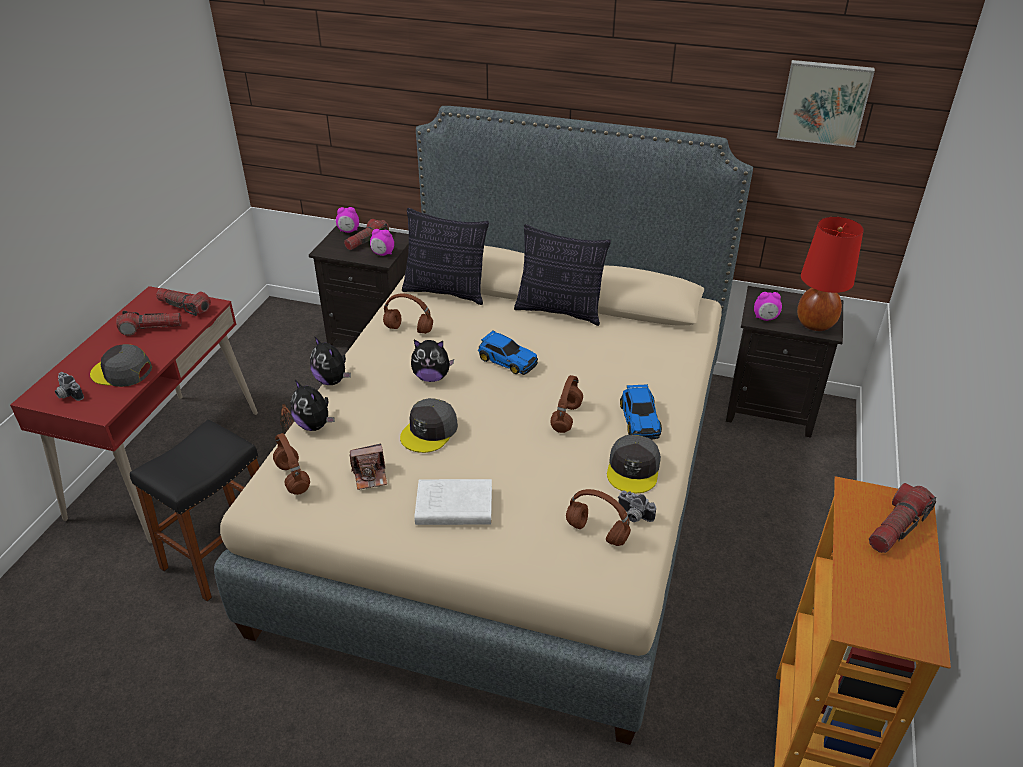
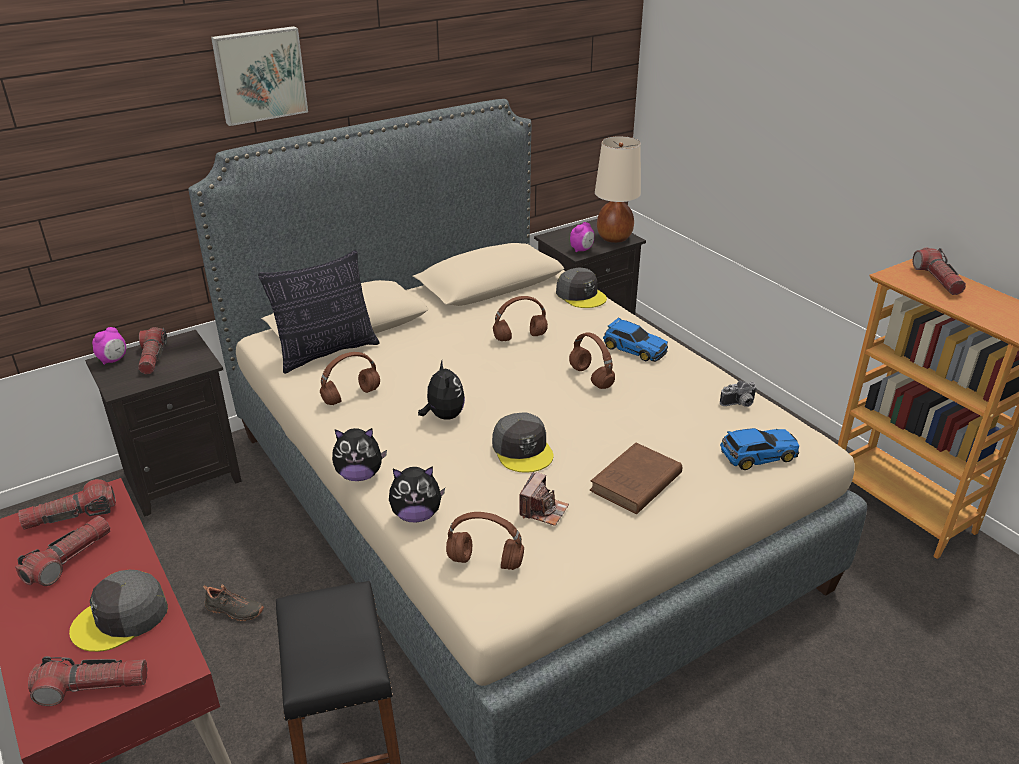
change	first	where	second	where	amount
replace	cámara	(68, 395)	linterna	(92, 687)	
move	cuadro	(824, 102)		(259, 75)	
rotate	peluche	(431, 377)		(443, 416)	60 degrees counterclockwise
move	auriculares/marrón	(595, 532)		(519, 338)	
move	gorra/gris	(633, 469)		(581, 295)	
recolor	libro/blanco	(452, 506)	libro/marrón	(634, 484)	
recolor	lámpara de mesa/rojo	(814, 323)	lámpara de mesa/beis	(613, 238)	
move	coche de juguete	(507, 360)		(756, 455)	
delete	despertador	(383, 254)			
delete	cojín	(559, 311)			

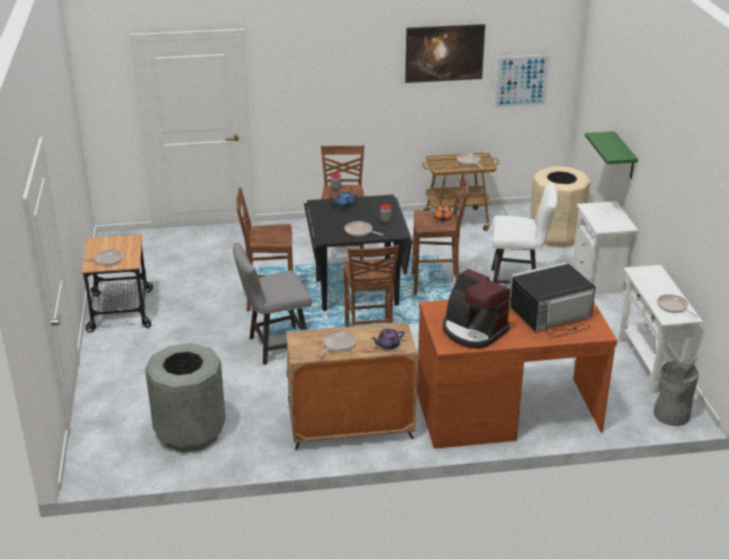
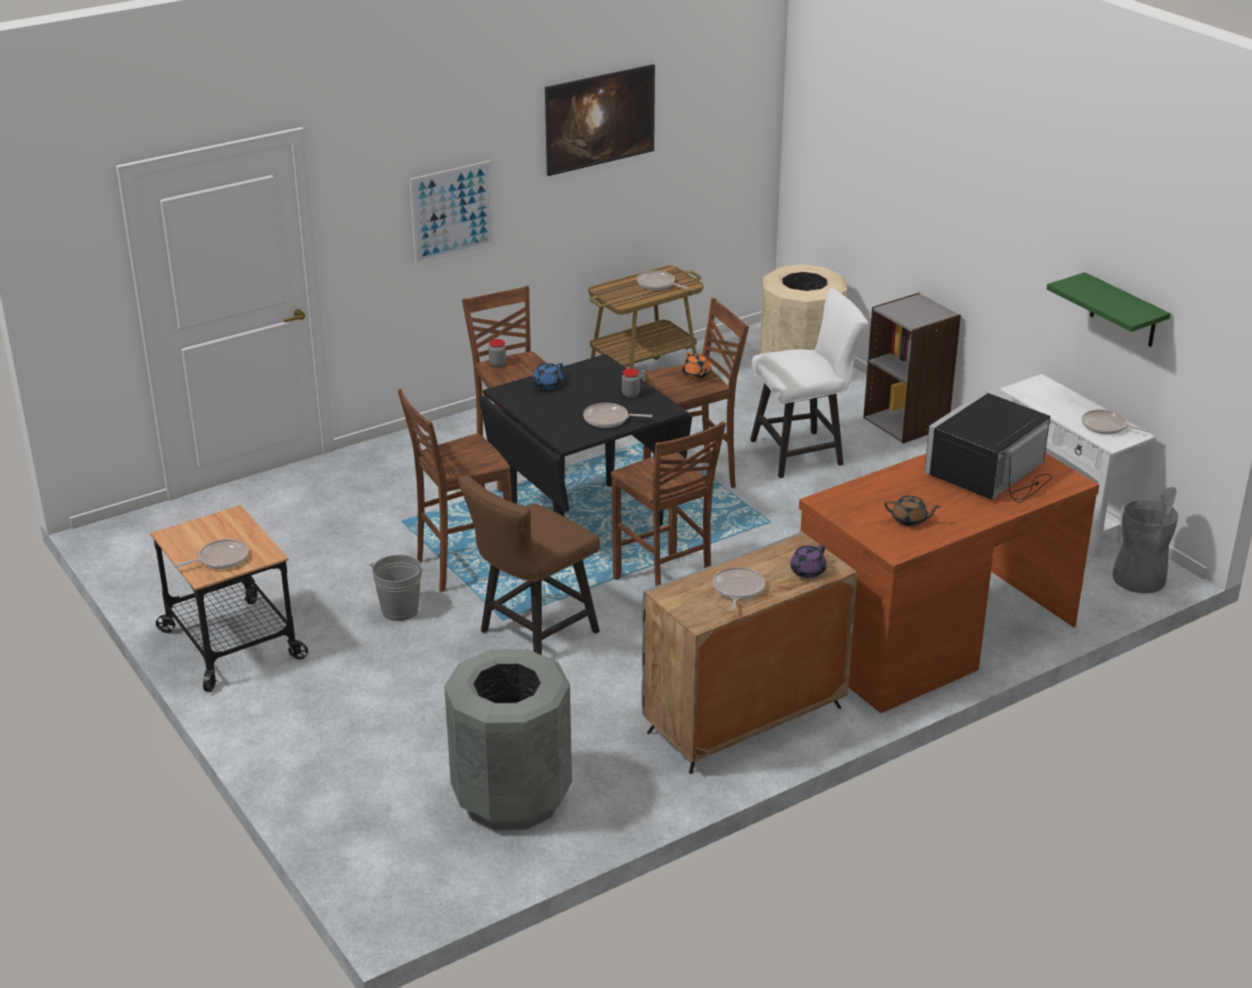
change	first	where	second	where	amount
insert			cubo/gris	(399, 610)	
move	cuadro	(521, 81)		(452, 212)	
recolor	silla/gris	(275, 347)	silla/marrón	(532, 634)	
replace	mesita de noche/blanco	(599, 280)	estantería/gris	(906, 422)	
replace	cafetera	(473, 331)	tetera/marrón	(910, 520)	
move	estante/verde	(624, 156)		(1123, 311)	

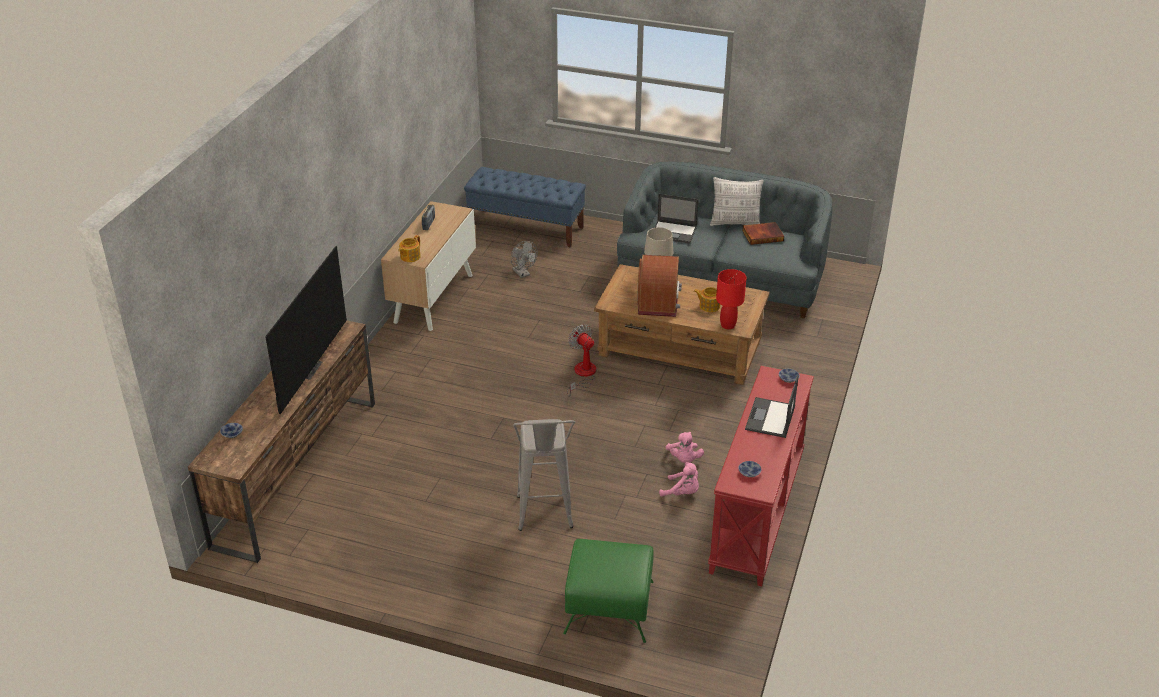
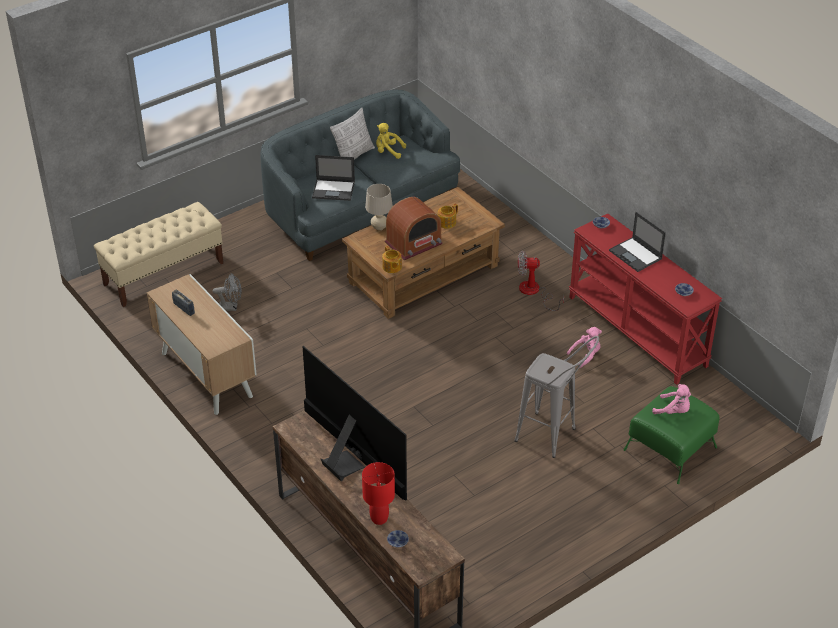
change	first	where	second	where	amount
recolor	banco/azul	(526, 228)	banco/beis	(164, 273)	
rotate	portátil	(674, 232)		(334, 190)	45 degrees clockwise
move	lámpara de mesa/rojo	(728, 325)		(379, 518)	
replace	libro	(762, 235)	peluche/amarillo	(388, 151)	
move	tetera	(409, 257)		(392, 267)	
rotate	radio	(658, 301)		(414, 243)	105 degrees clockwise
move	ventilador	(582, 375)		(534, 292)	
move	peluche/rosa	(684, 459)		(673, 411)	

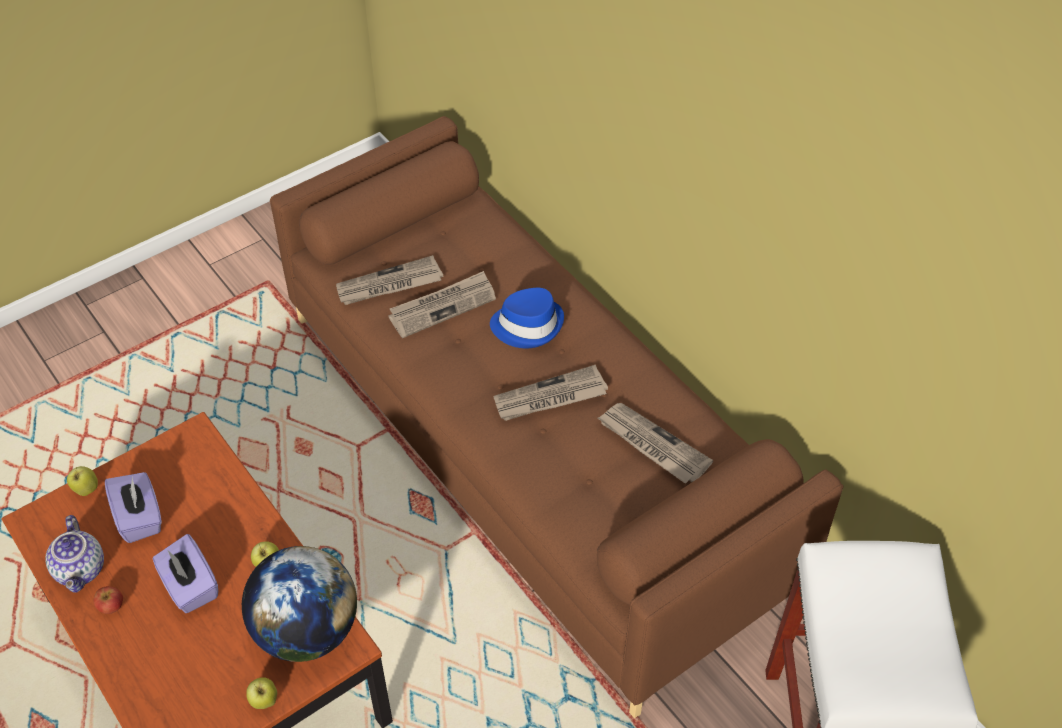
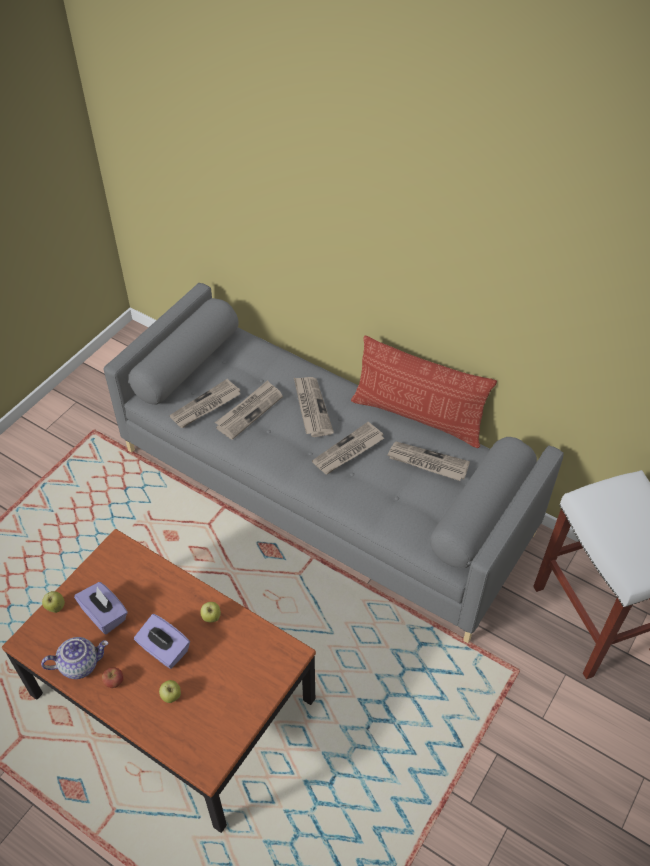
change	first	where	second	where	amount
rotate	tetera	(82, 570)		(80, 664)	75 degrees counterclockwise
recolor	sofá/marrón	(533, 448)	sofá/gris	(326, 490)	
move	manzana	(264, 701)		(171, 697)	
replace	sombrero/azul	(527, 324)	periódico	(311, 407)	
insert			cojín	(417, 417)	
delete	globo terráqueo	(307, 631)			

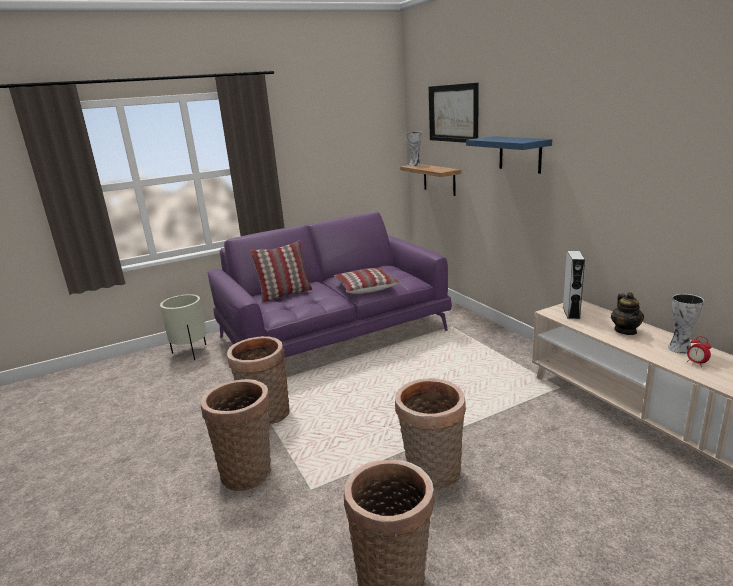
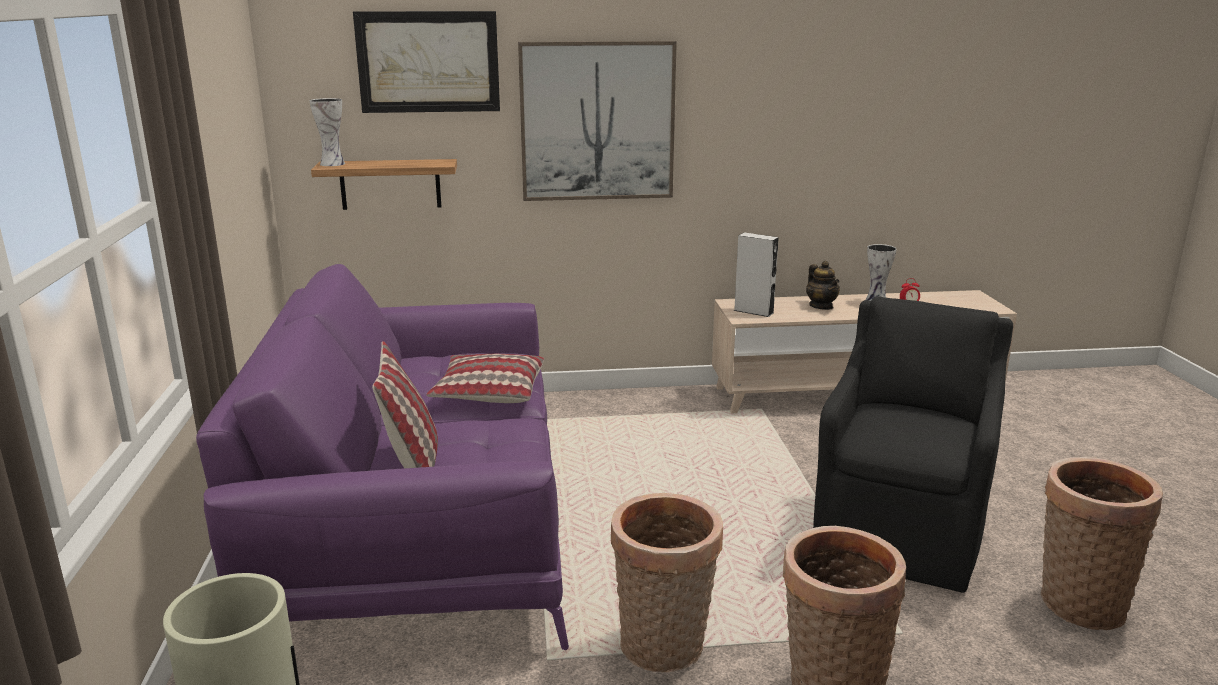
change	first	where	second	where	amount
replace	estante/azul	(520, 154)	cuadro	(597, 121)	
rotate	tetera	(625, 330)		(821, 306)	45 degrees clockwise
replace	cesta	(432, 475)	sillón/negro	(900, 532)	

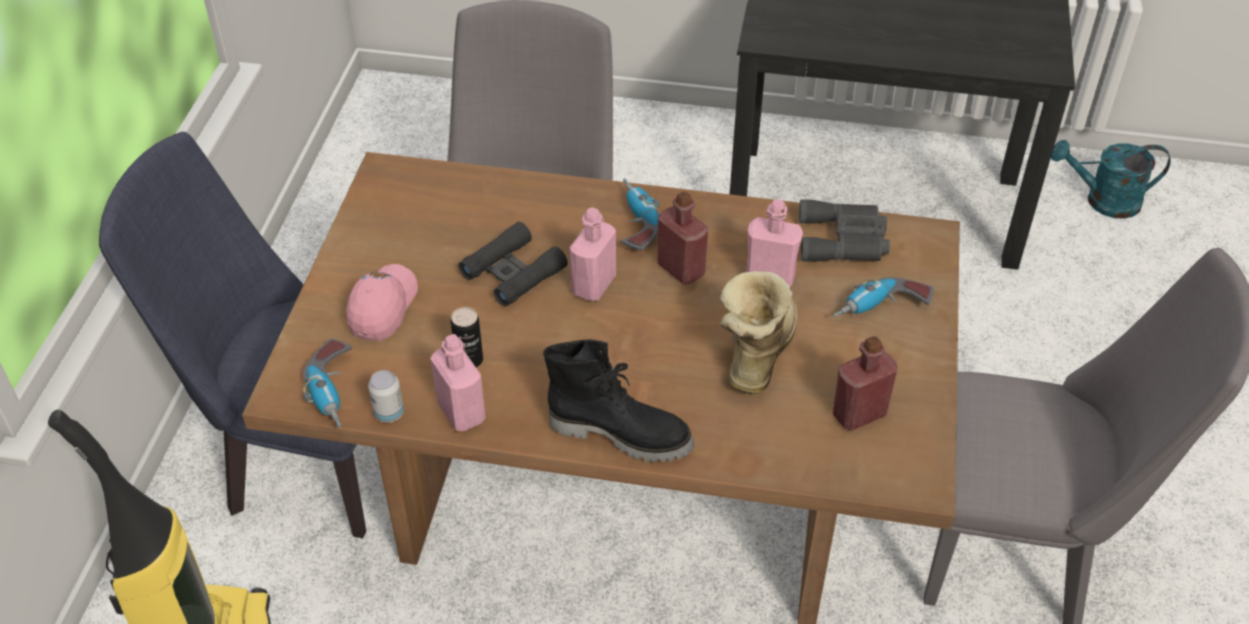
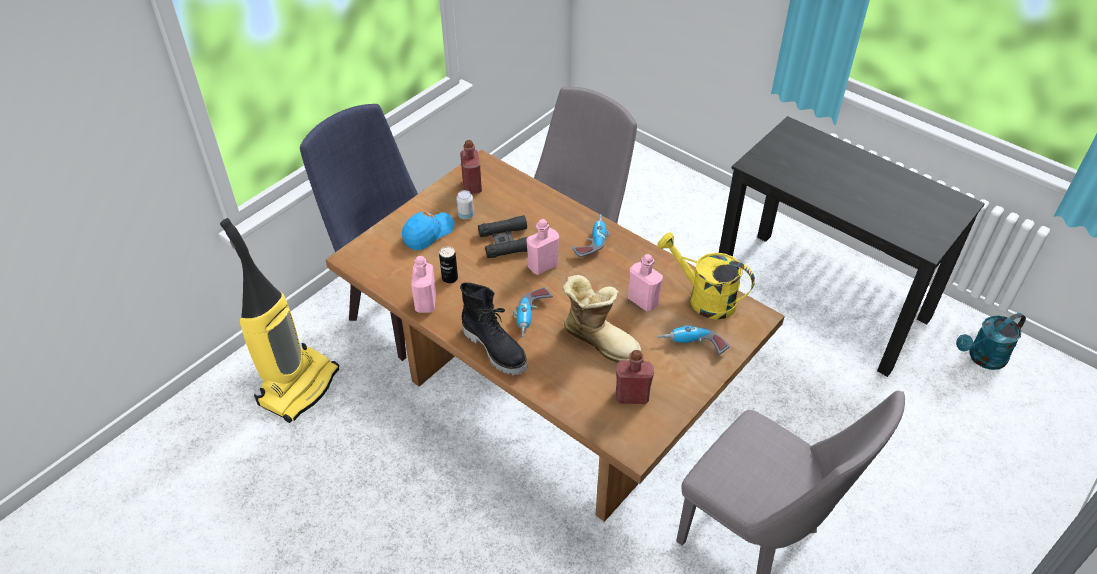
change	first	where	second	where	amount
recolor	gorra/rosa	(382, 307)	gorra/azul	(428, 234)	
move	lata	(389, 413)		(466, 215)	
move	botella/rojo	(681, 269)		(472, 186)	
move	taladro	(335, 392)		(532, 317)	
rotate	bota	(755, 354)		(600, 339)	75 degrees clockwise
replace	prismáticos/gris	(845, 240)	regadera/amarillo	(704, 298)	
rotate	regadera/turquesa	(1103, 201)		(982, 358)	60 degrees counterclockwise

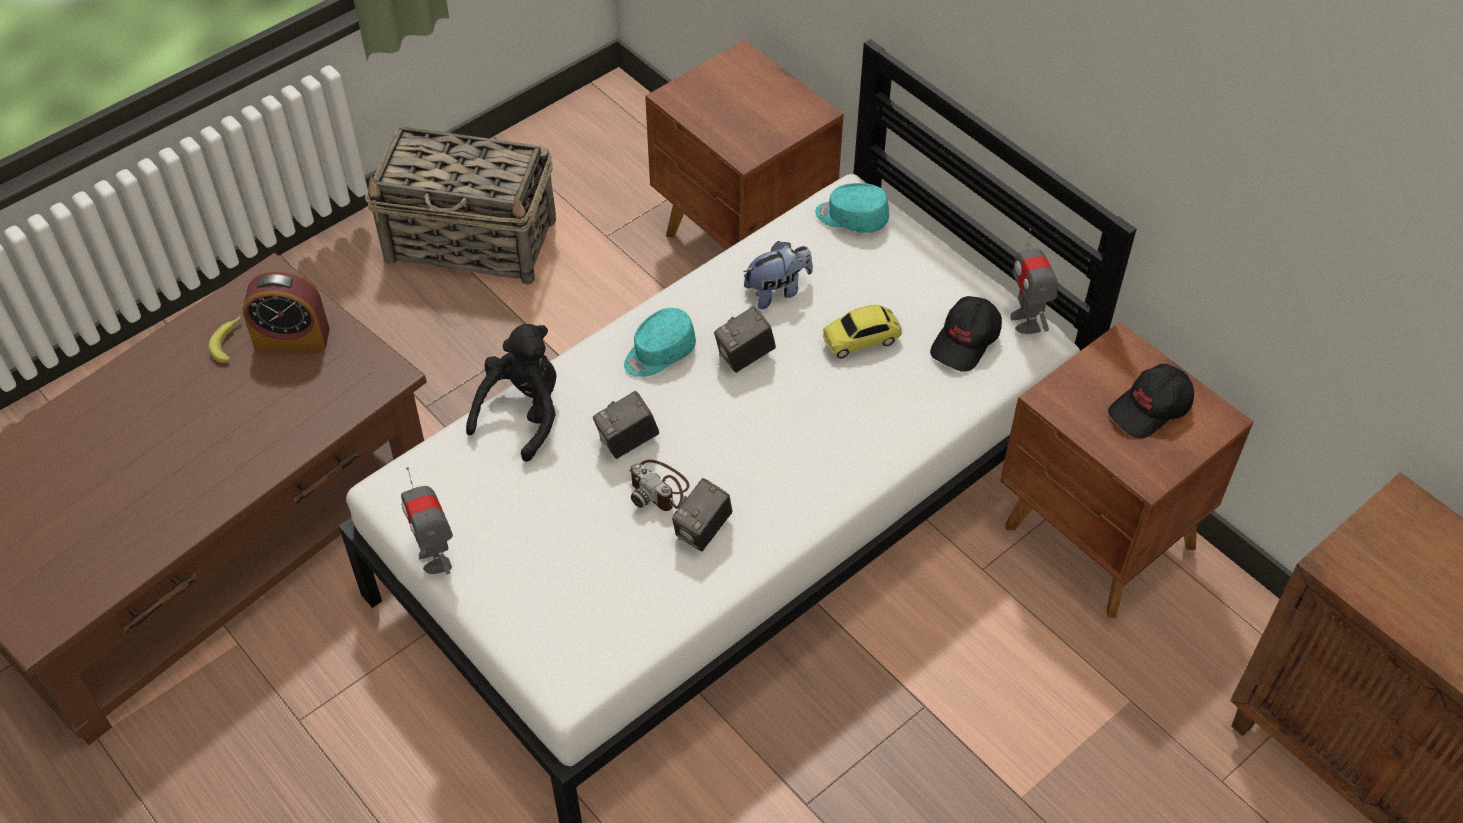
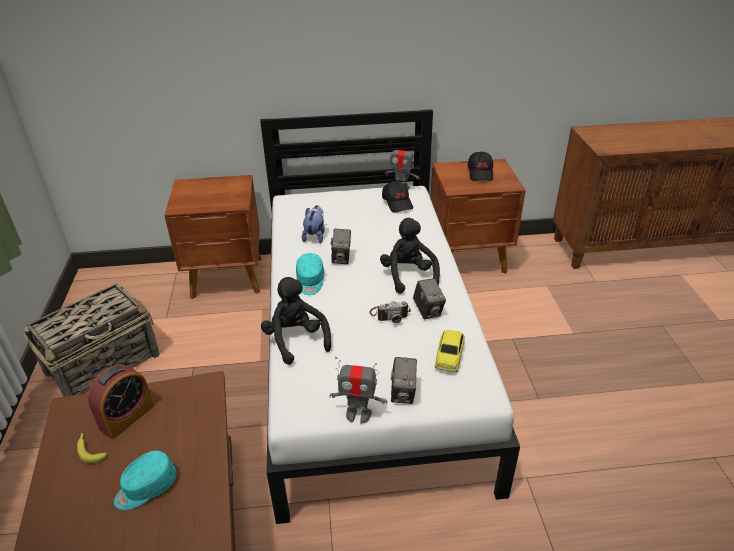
change	first	where	second	where	amount
move	gorra/turquesa	(851, 218)		(146, 488)	
insert			peluche/negro	(408, 276)	
move	cámara	(627, 441)		(403, 393)	
move	coche de juguete	(861, 339)		(449, 356)	

